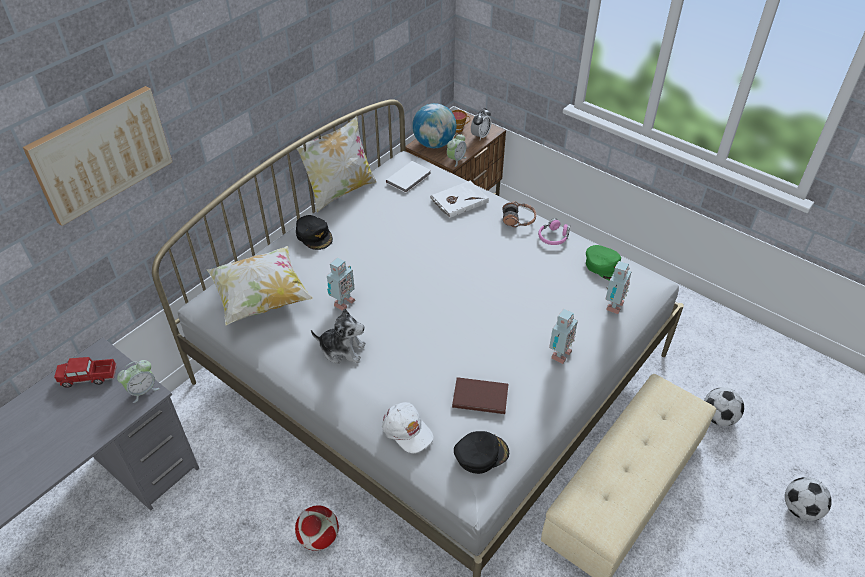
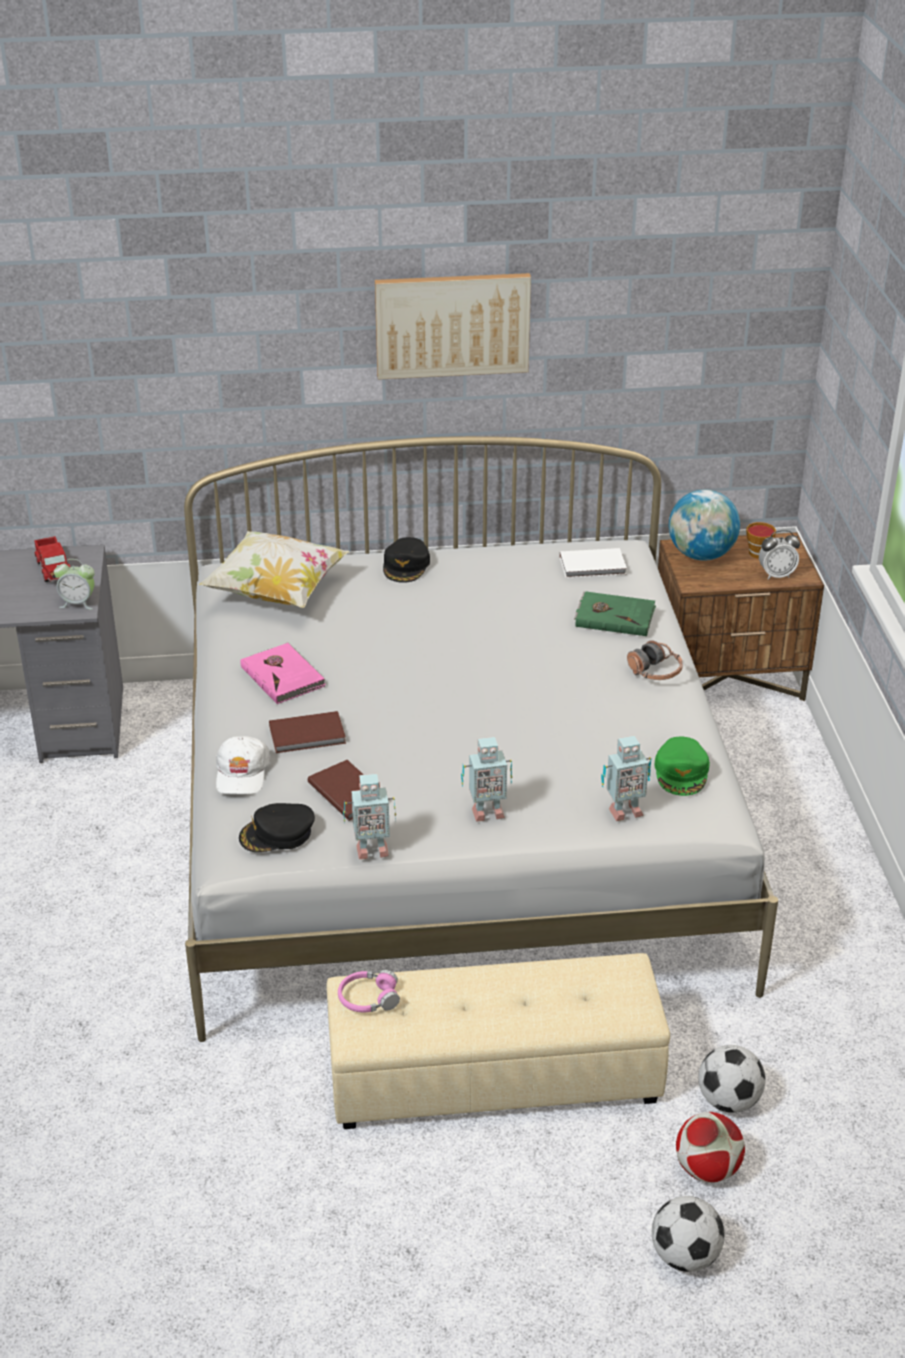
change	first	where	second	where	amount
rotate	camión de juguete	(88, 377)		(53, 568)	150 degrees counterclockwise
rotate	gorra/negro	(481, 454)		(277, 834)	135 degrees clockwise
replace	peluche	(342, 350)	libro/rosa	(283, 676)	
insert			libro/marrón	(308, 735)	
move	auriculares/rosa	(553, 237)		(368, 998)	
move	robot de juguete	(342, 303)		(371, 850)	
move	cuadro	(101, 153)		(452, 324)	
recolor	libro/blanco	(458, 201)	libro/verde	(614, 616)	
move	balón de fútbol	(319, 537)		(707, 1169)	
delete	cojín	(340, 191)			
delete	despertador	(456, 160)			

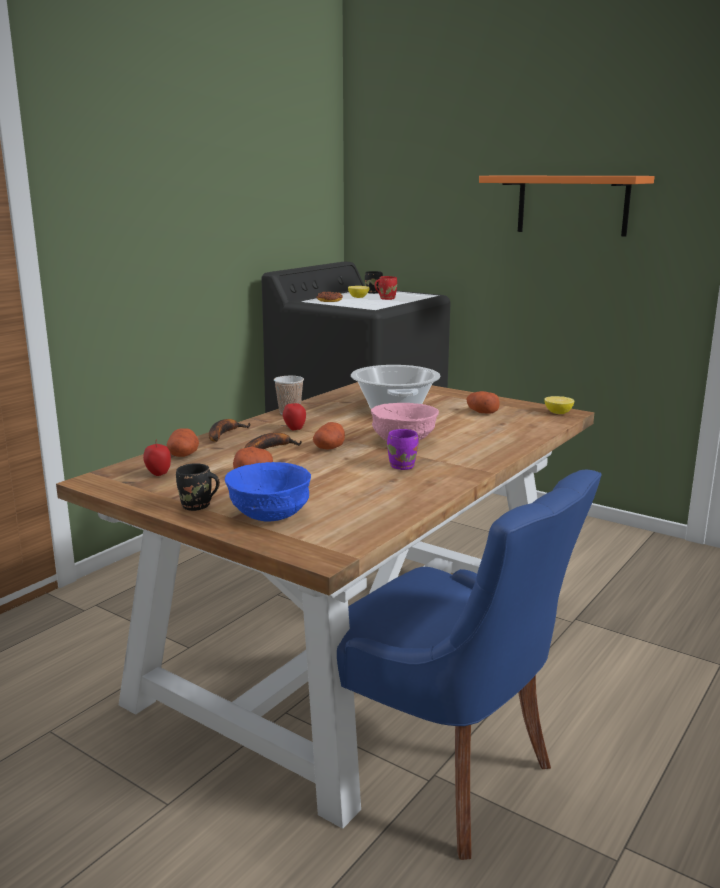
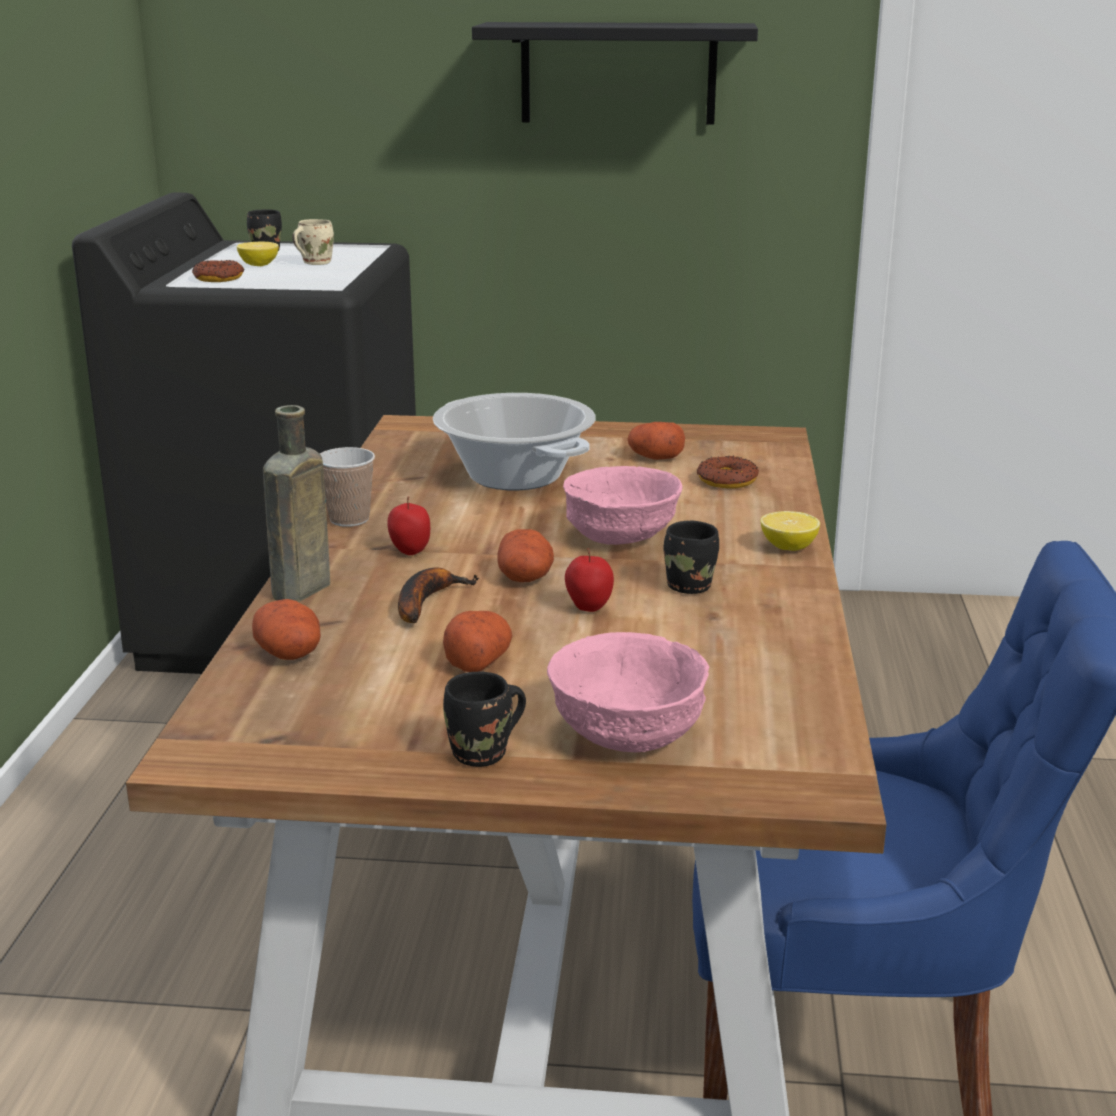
change	first	where	second	where	amount
replace	plátano	(224, 434)	botella/marrón	(298, 591)	
recolor	taza grande/rojo	(386, 298)	taza grande/beis	(314, 262)	
recolor	estante/naranja	(572, 205)	estante/negro	(618, 73)	
recolor	cuenco/azul	(271, 514)	cuenco/rosa	(628, 733)	
move	manzana	(158, 474)		(588, 608)	
recolor	taza grande/morado	(404, 466)	taza grande/negro	(691, 585)	
insert			rosquilla	(727, 480)	
move	limón	(558, 413)		(788, 547)	

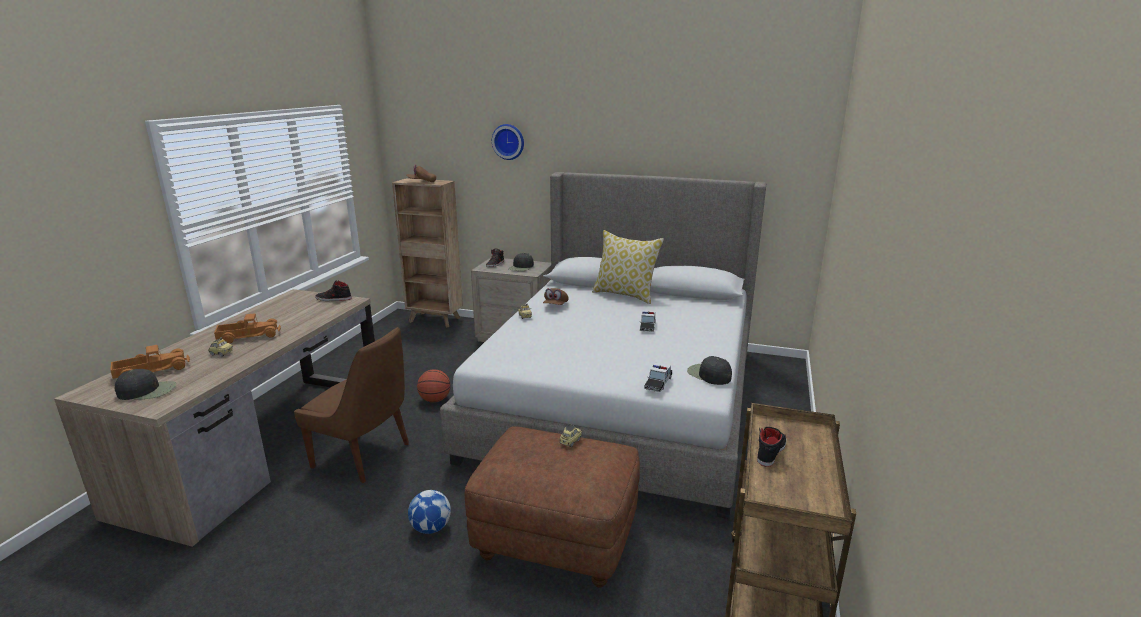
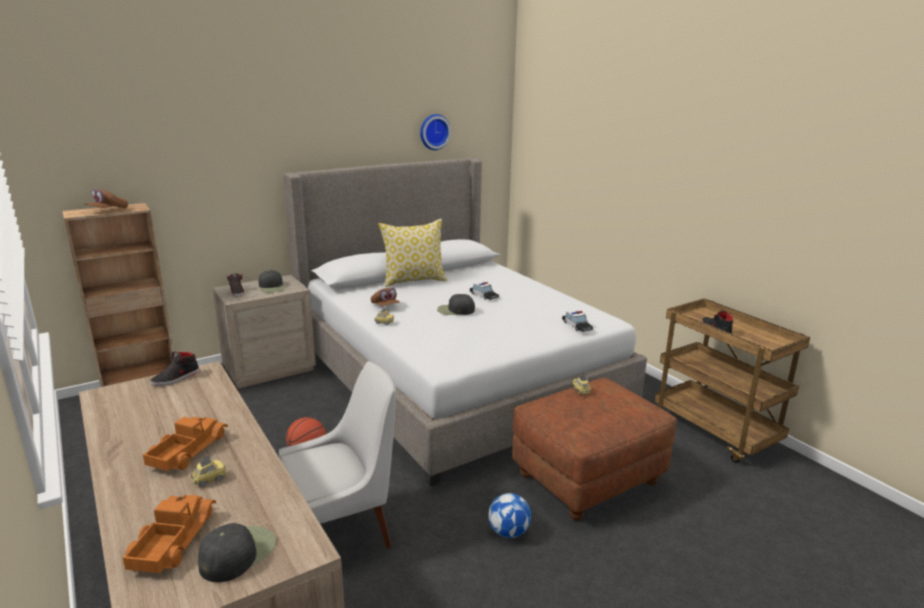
change	first	where	second	where	amount
recolor	silla/marrón	(364, 456)	silla/blanco	(344, 531)	
move	reloj de pared	(509, 141)		(434, 132)	
move	gorra/negro	(708, 374)		(455, 310)	

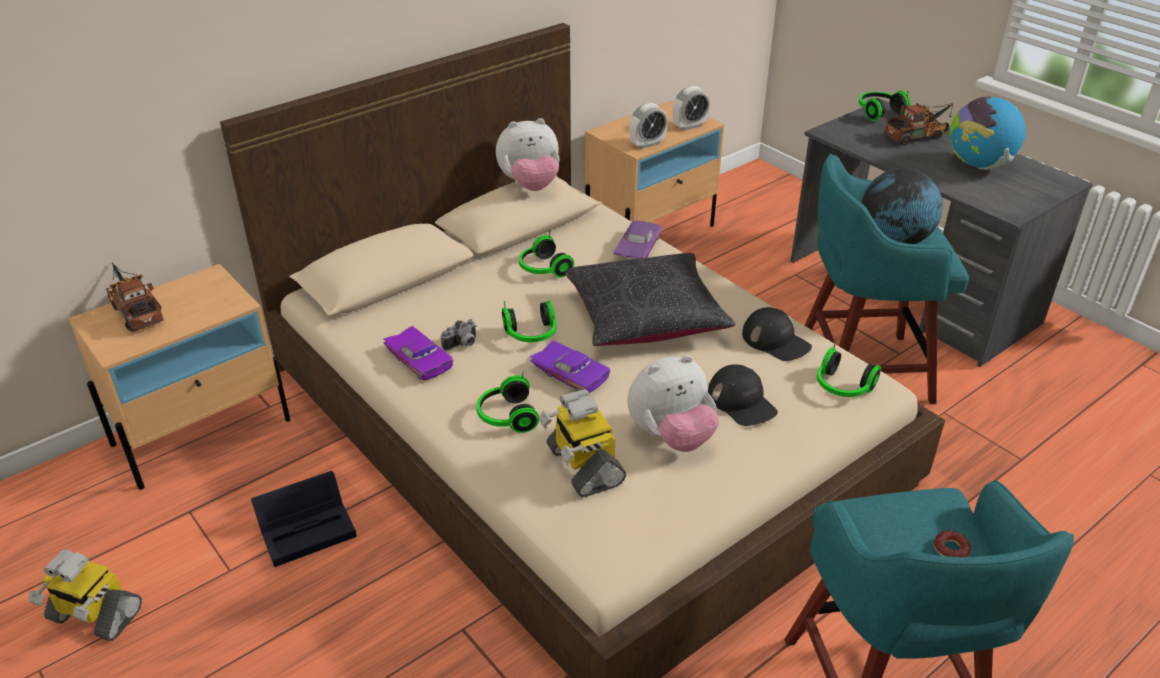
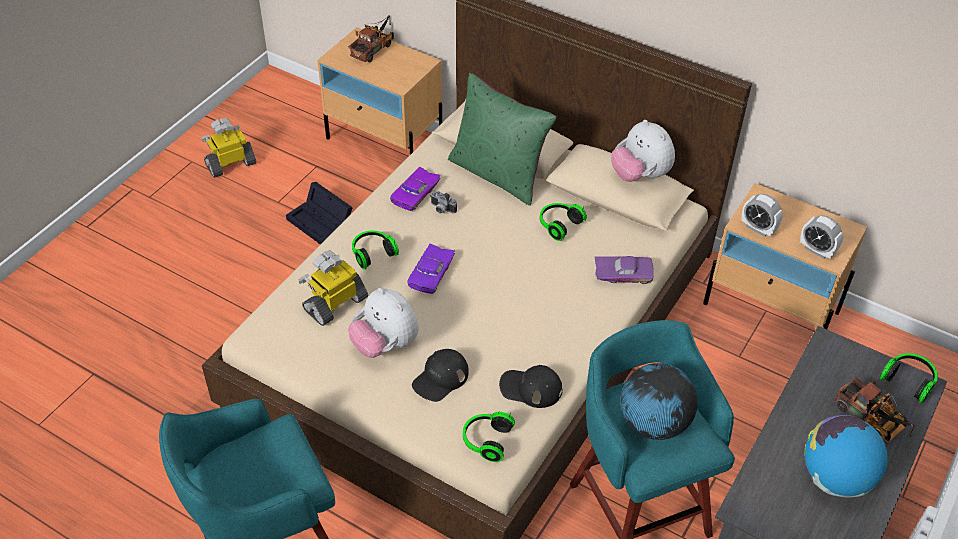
change	first	where	second	where	amount
rotate	robot de juguete	(94, 615)		(230, 164)	60 degrees clockwise
insert			cojín/verde	(498, 174)	
rotate	gorra/negro	(776, 341)		(530, 388)	75 degrees clockwise
delete	auriculares	(531, 335)			
delete	cojín/negro	(645, 317)			
delete	rosquilla	(951, 549)			

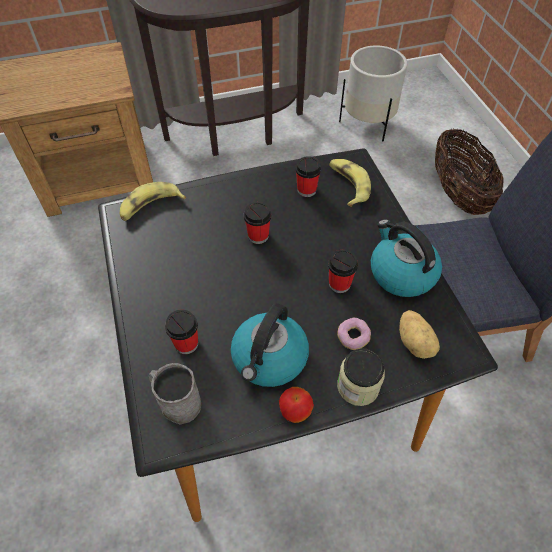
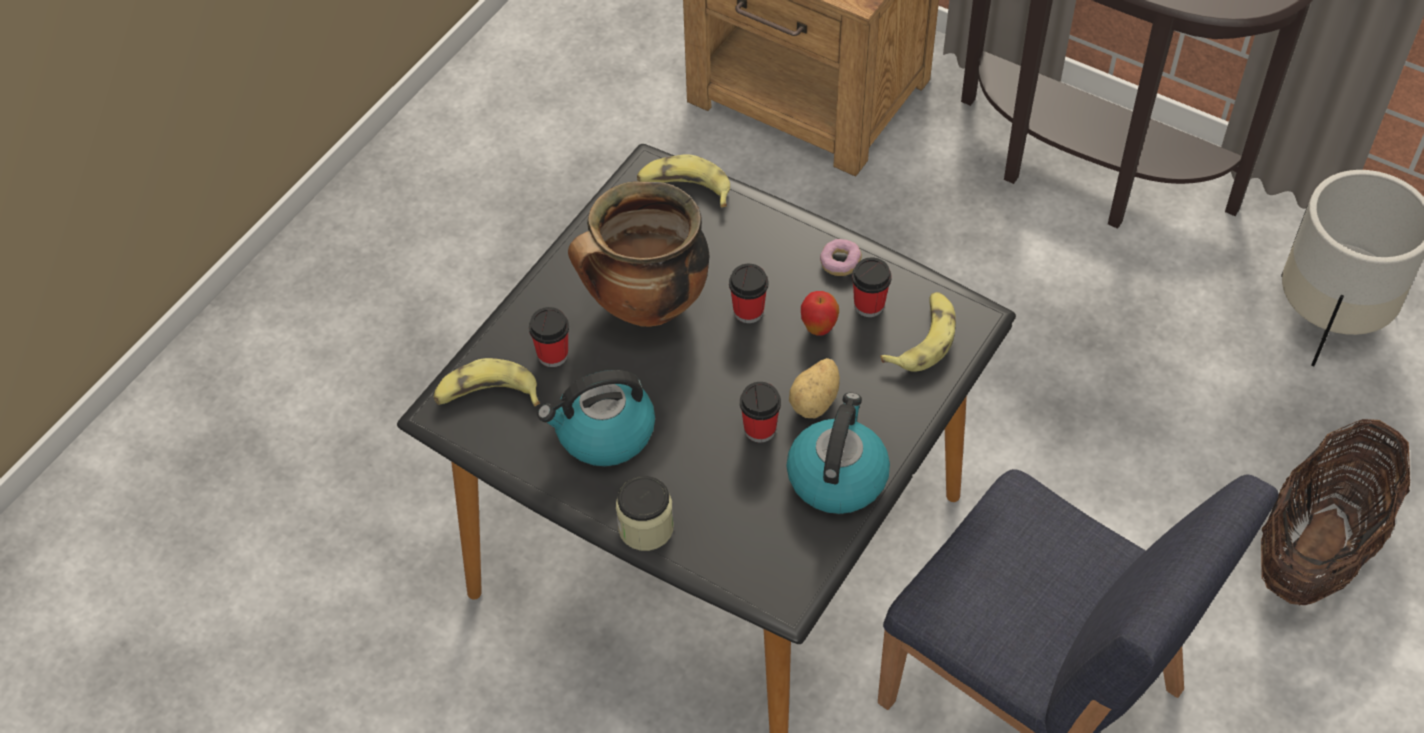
change	first	where	second	where	amount
replace	taza grande/gris	(176, 402)	plátano	(486, 395)	
insert			olla	(646, 307)	
move	patata	(415, 342)		(816, 401)	
move	manzana	(295, 413)		(819, 328)	
move	rosquilla	(353, 337)		(840, 263)	

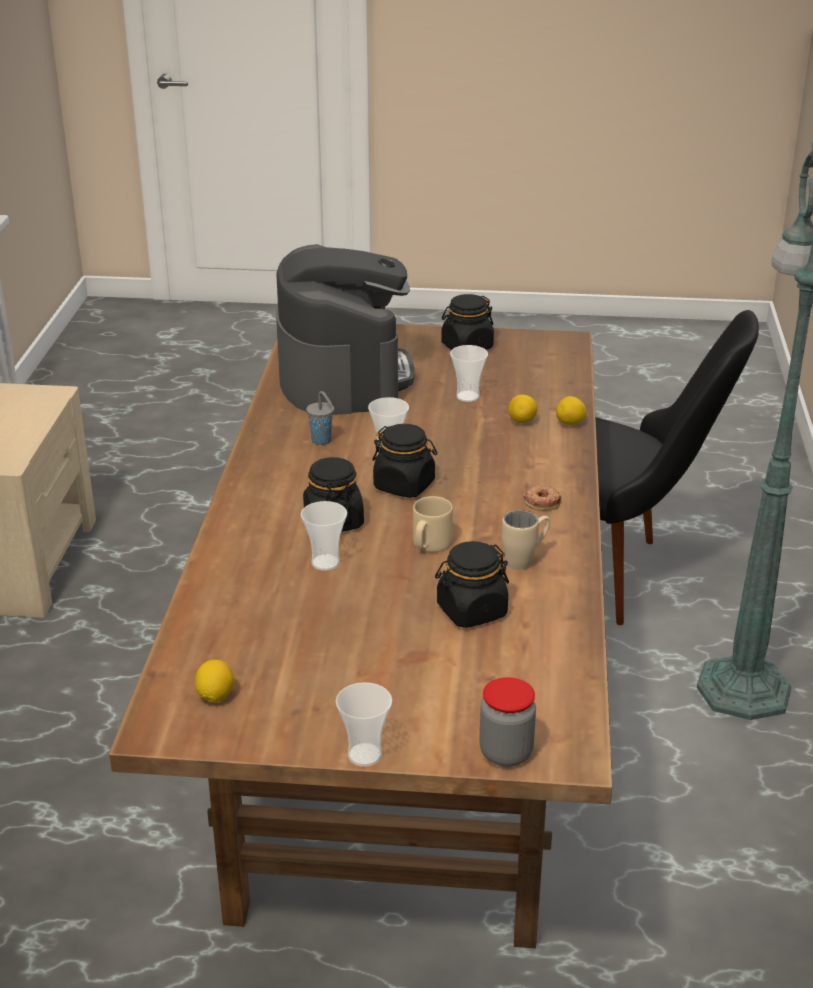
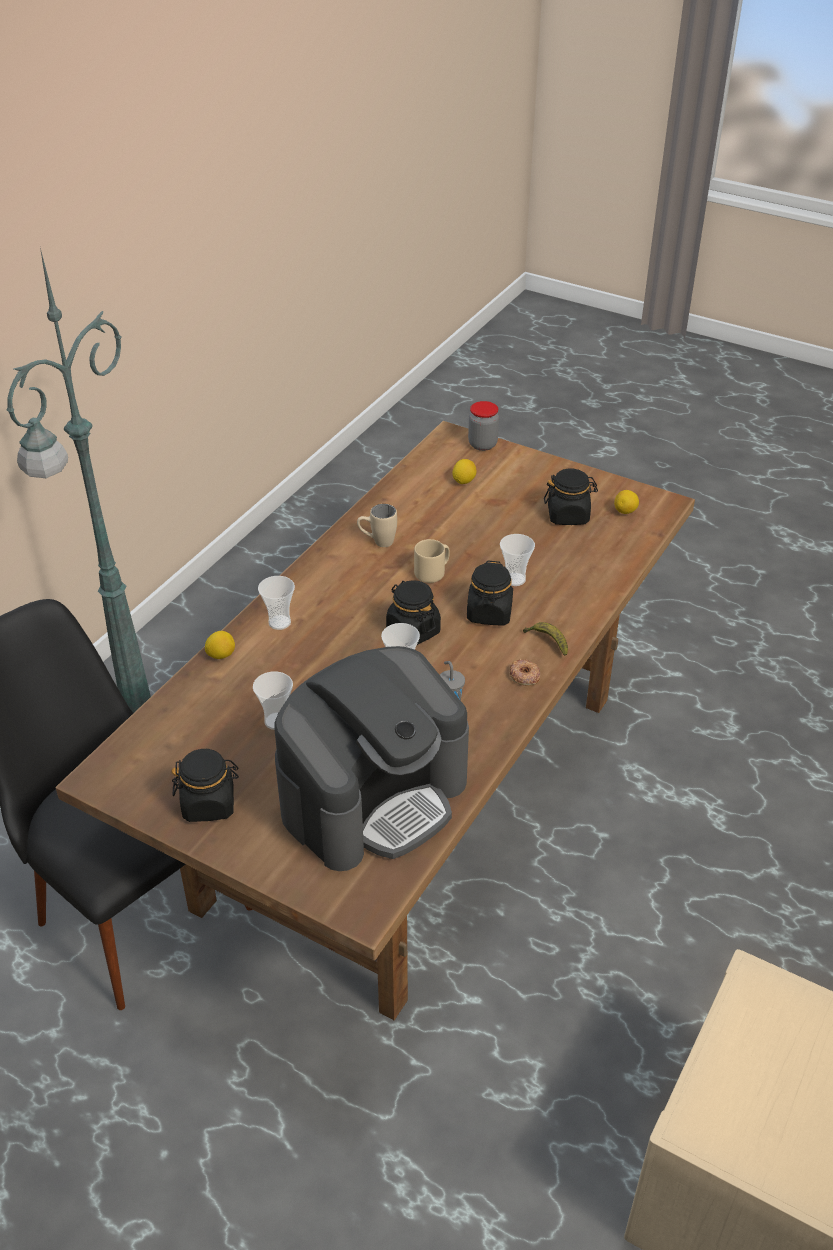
change	first	where	second	where	amount
move	taza	(365, 755)		(279, 622)	
rotate	cafetera	(343, 376)		(373, 796)	150 degrees counterclockwise
move	limón	(522, 421)		(464, 481)	
move	rosquilla	(542, 502)		(524, 675)	
insert			plátano	(547, 642)	
move	tarro/negro	(471, 611)		(568, 515)	

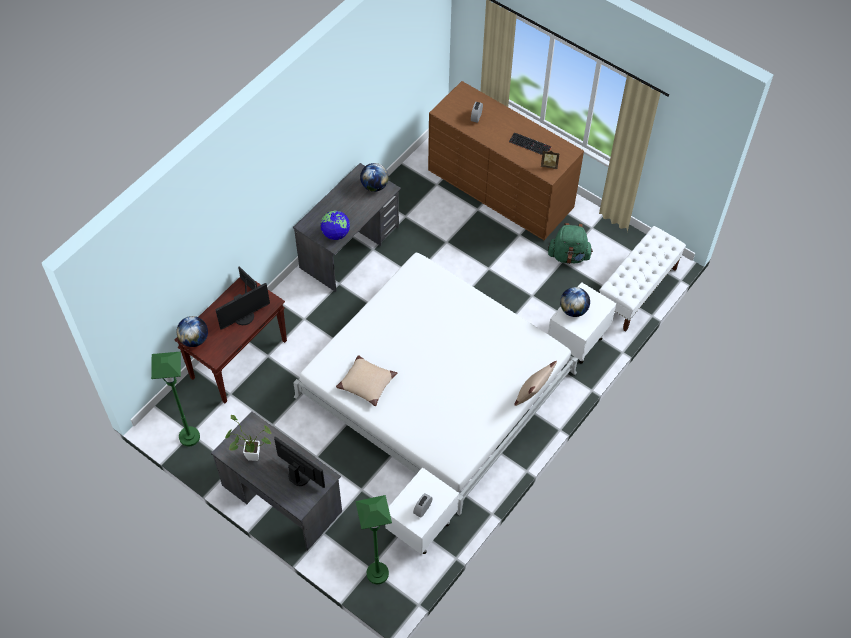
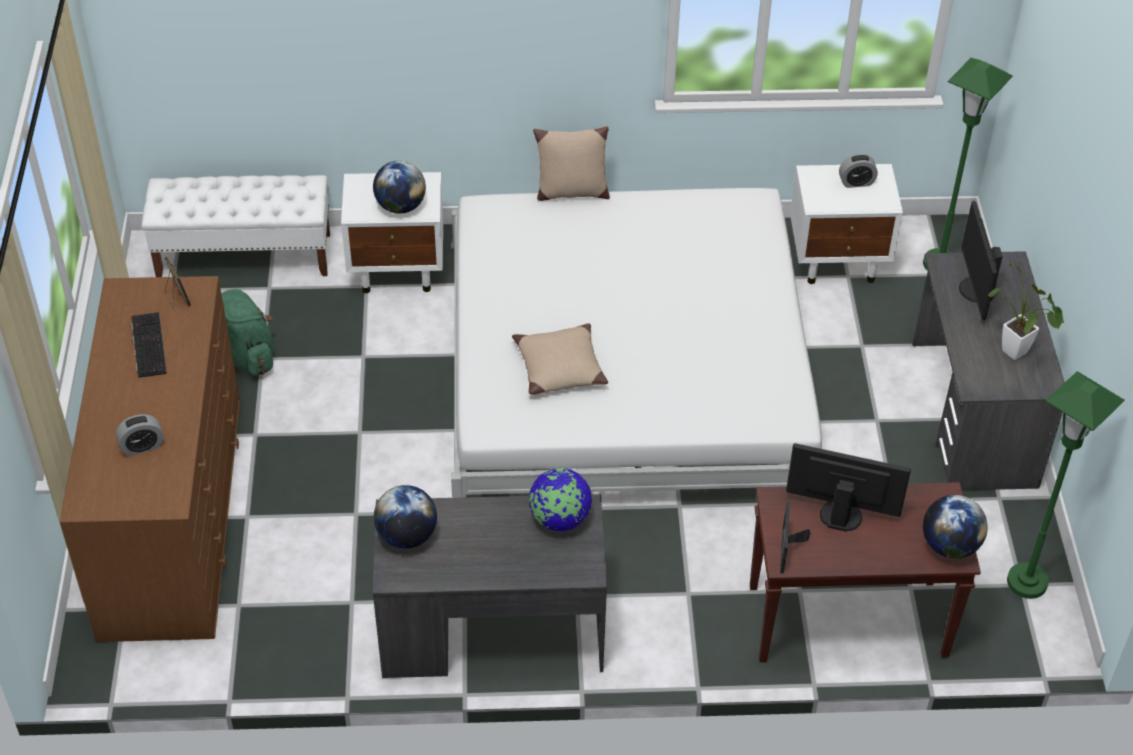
change	first	where	second	where	amount
move	cojín/beis	(367, 383)		(559, 367)	

